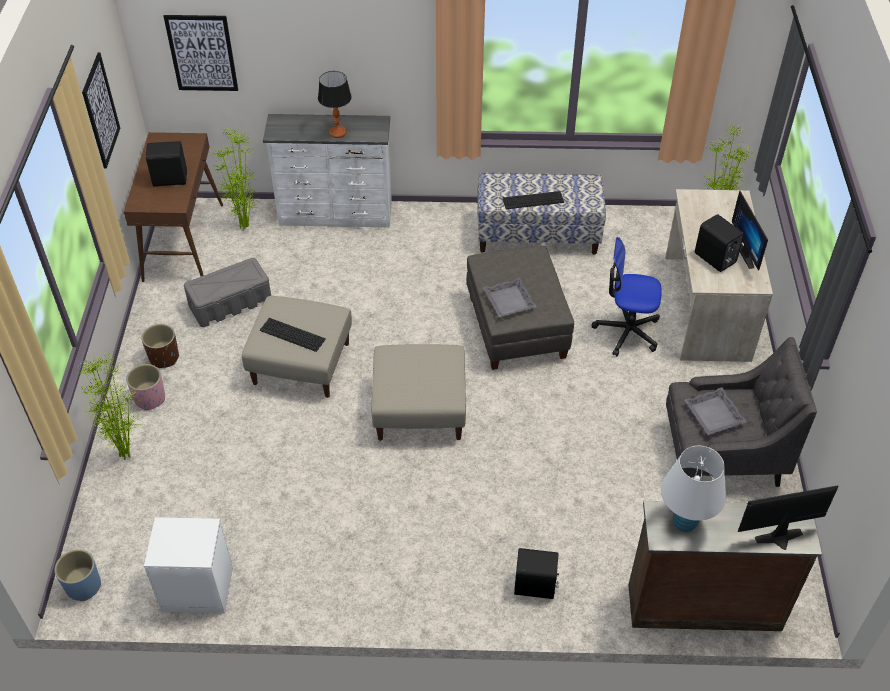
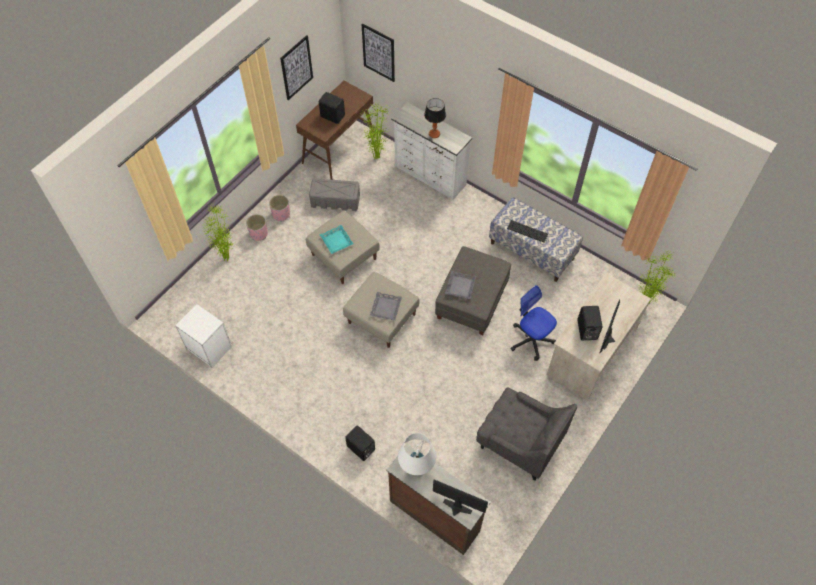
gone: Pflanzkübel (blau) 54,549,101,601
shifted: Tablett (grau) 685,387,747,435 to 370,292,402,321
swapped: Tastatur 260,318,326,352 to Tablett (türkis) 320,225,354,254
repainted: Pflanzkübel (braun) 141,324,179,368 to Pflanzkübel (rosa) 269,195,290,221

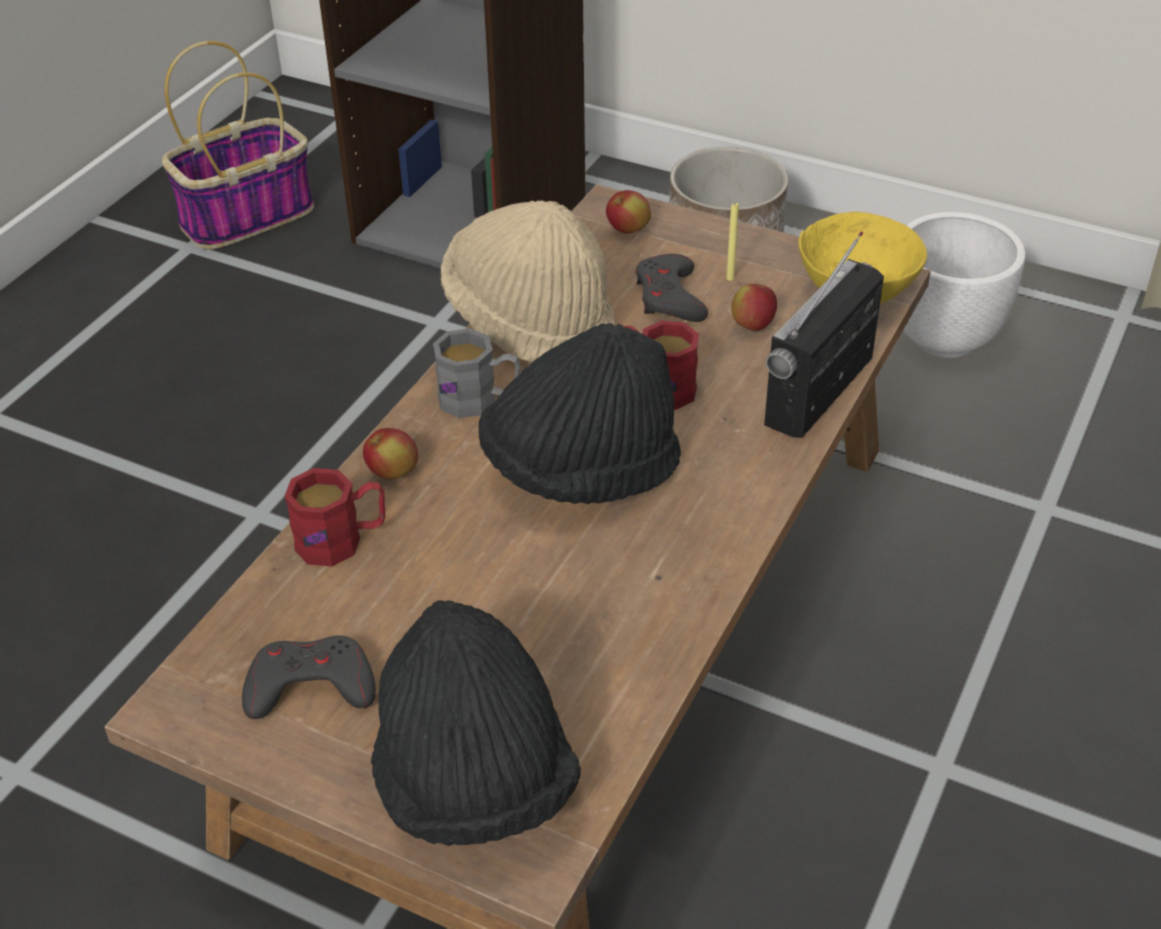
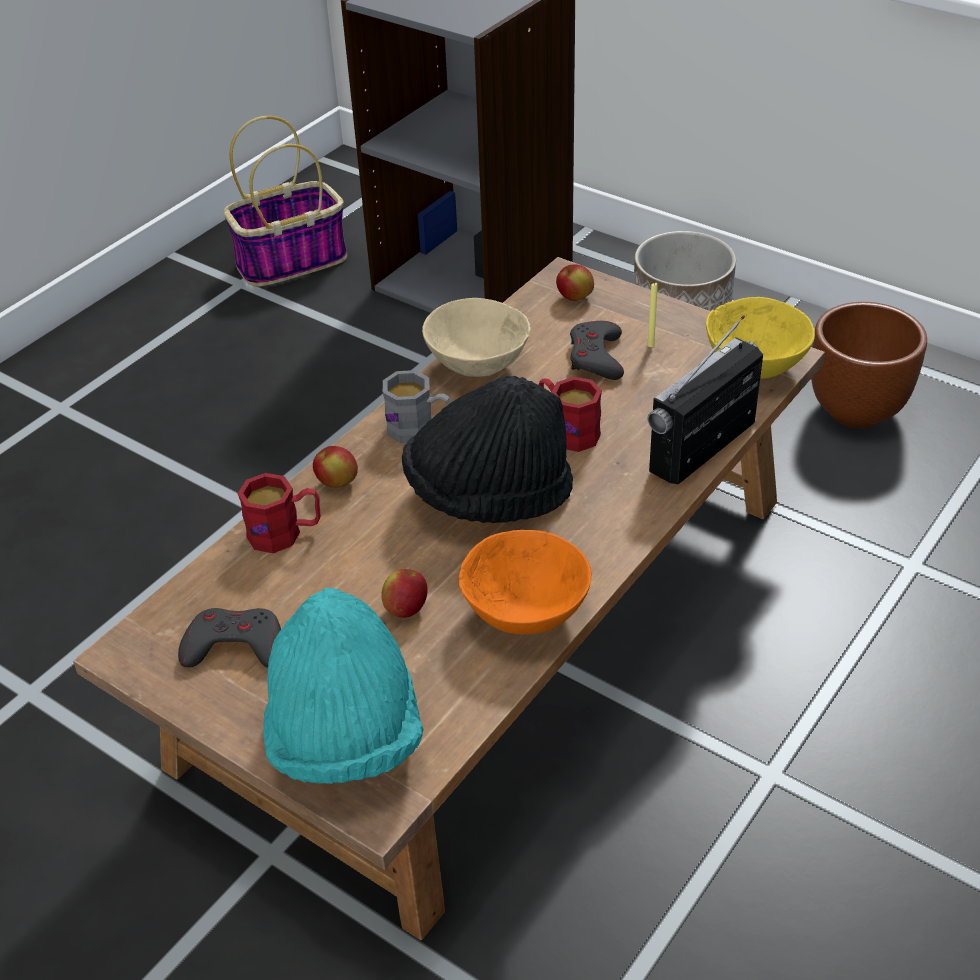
new: Schüssel (orange) 459,530,592,635
shifted: Apfel 731,284,777,331 to 382,569,428,618
swapped: Hut (beige) 441,200,615,363 to Schüssel (beige) 422,298,531,377
repainted: Pflanzkübel (weiß) 903,212,1025,358 to Pflanzkübel (braun) 811,302,927,428; Hut (schwarz) 371,600,581,846 to Hut (türkis) 263,588,424,784

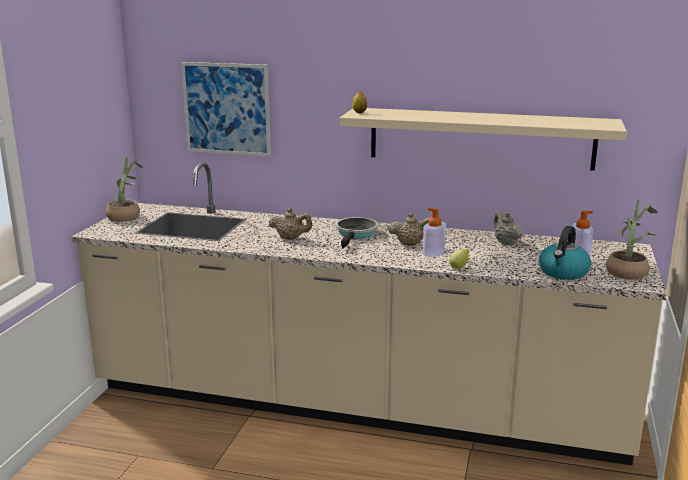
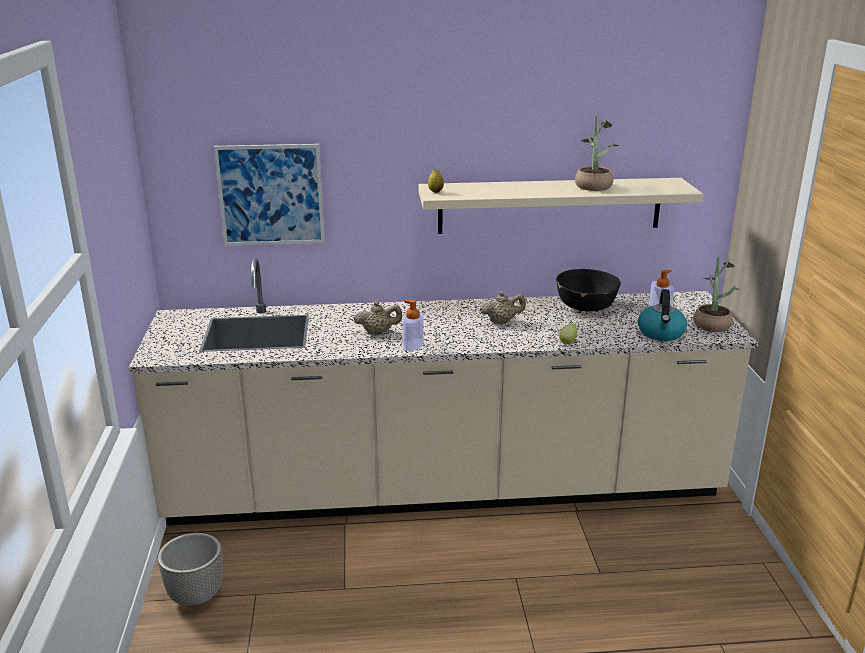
gone: Pfanne 336,217,378,249
new: Pflanzkübel (grau) 158,533,223,607
shifted: Topfpflanze 106,157,143,222 to 575,116,619,191; Seifenspender 423,208,446,257 to 403,300,424,351
swapped: Teekanne (beige) 494,211,523,245 to Schüssel (schwarz) 556,269,621,312

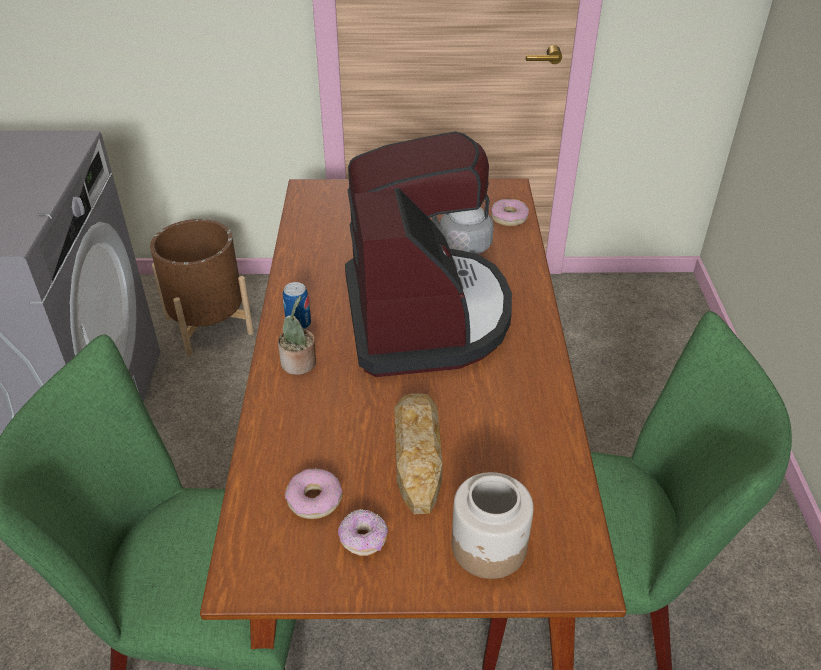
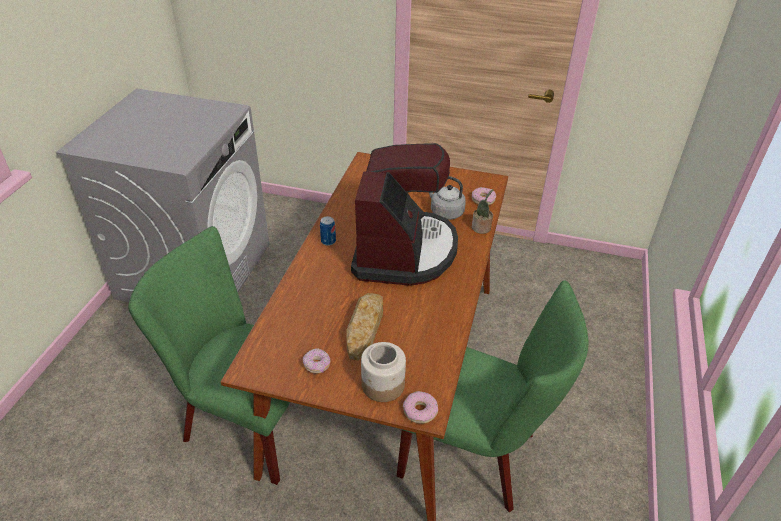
gone: Pflanzkübel (braun) 150,219,254,357
shifted: Topfpflanze 278,296,316,375 to 472,189,493,234; Donut 285,469,342,519 to 403,391,438,424

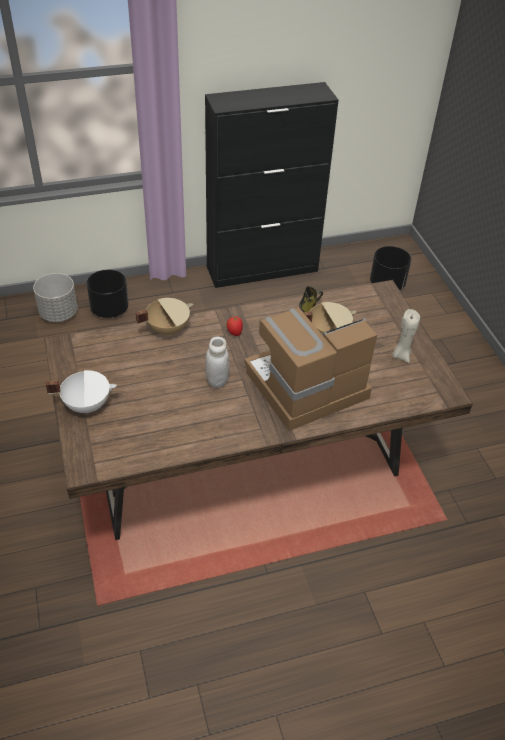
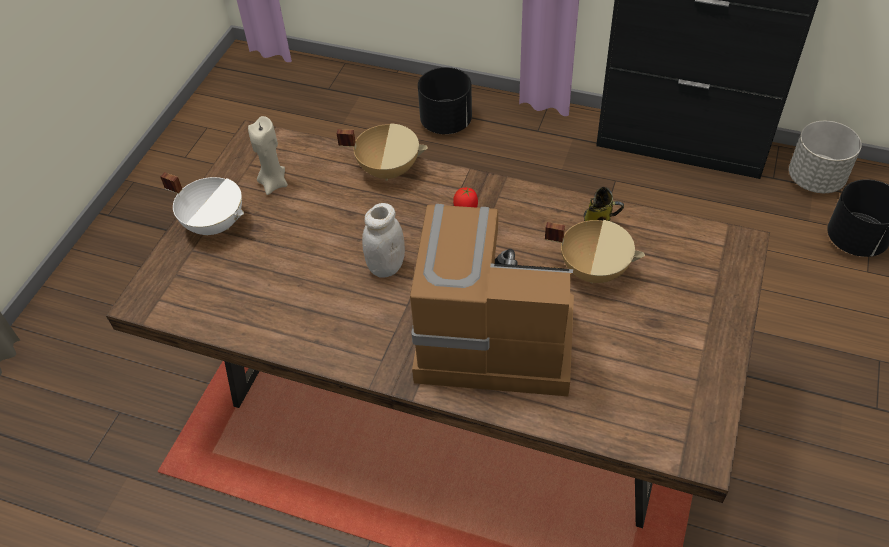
shifted: Pflanzkübel (grau) 33,273,78,322 to 789,121,862,193; Kerze (beige) 392,309,420,363 to 248,116,288,195

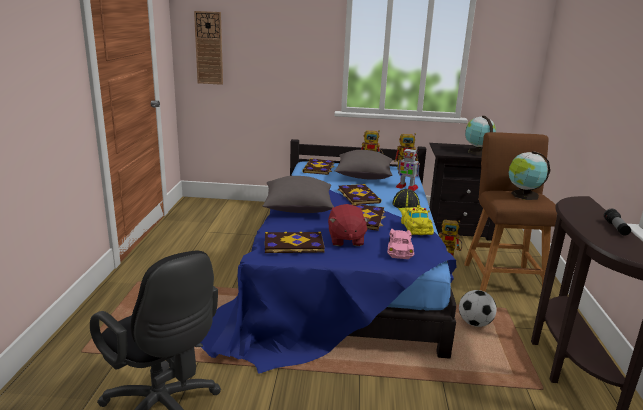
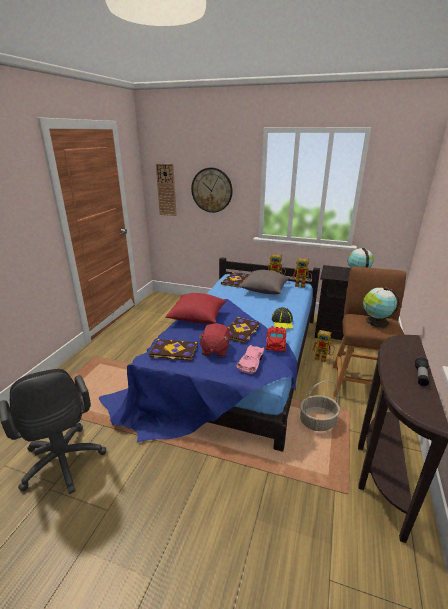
gone: Spielzeugroboter 396,148,420,191; Buch 338,184,381,205
new: Wanduhr 191,167,233,213
swapped: Fußball 459,290,497,327 to Korb 300,381,340,431
repainted: Kissen (grau) 263,176,334,213 to Kissen (rot) 165,293,227,324; Spielzeugauto (gelb) 401,205,434,235 to Spielzeugauto (rot) 266,326,286,352

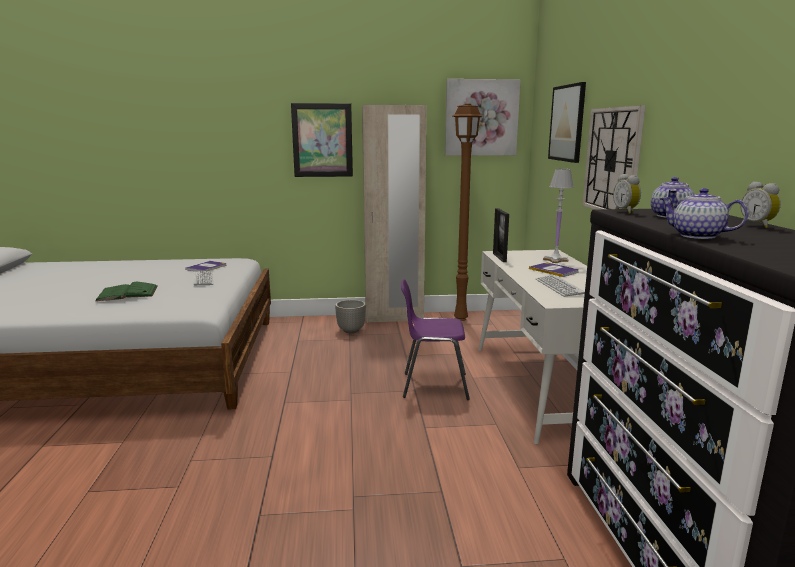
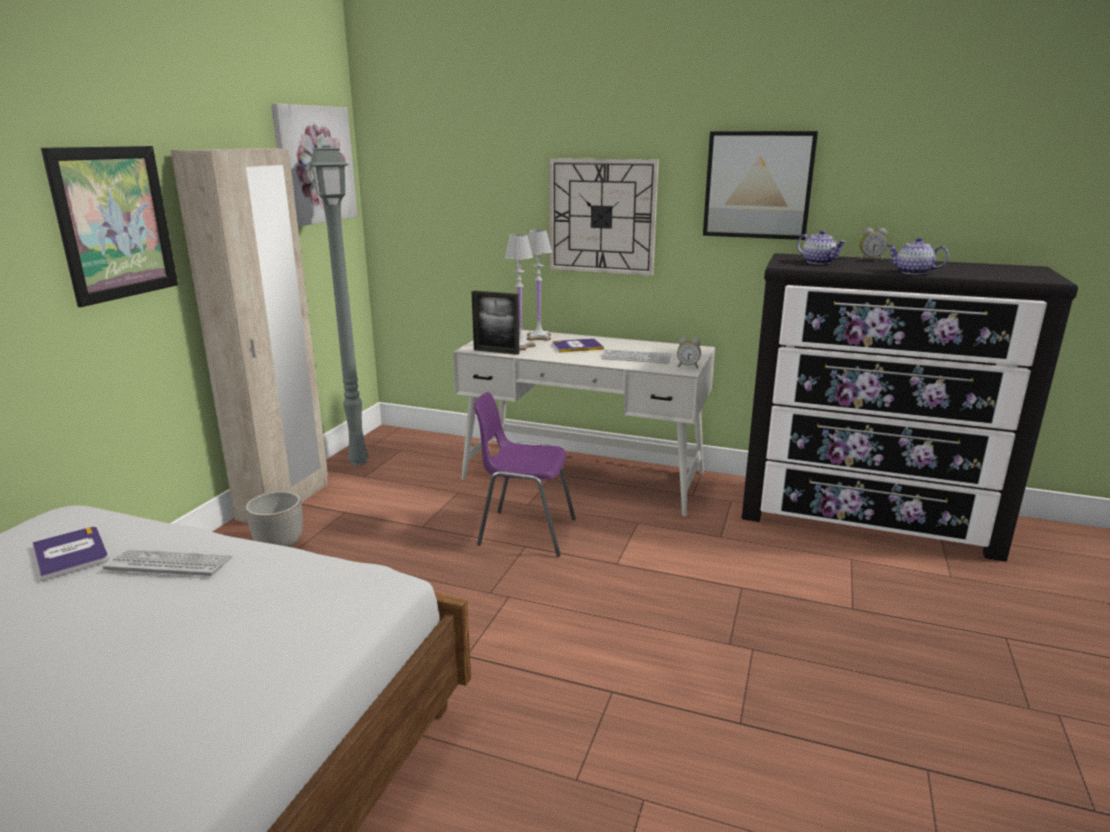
gone: Buch (grün) 95,282,158,301
new: Tischlampe (weiß) 504,234,535,350
shifted: Bild 548,82,586,163 to 703,131,818,240; Wecker 613,174,641,214 to 677,338,701,368
repainted: Stehlampe (braun) 452,104,483,321 to Stehlampe (grau) 308,146,369,466
rotated: Teekanne 660,188,748,239 = 887,238,949,275 60 degrees clockwise; Stuhl (lila) 401,279,470,400 = 473,392,576,557 75 degrees clockwise

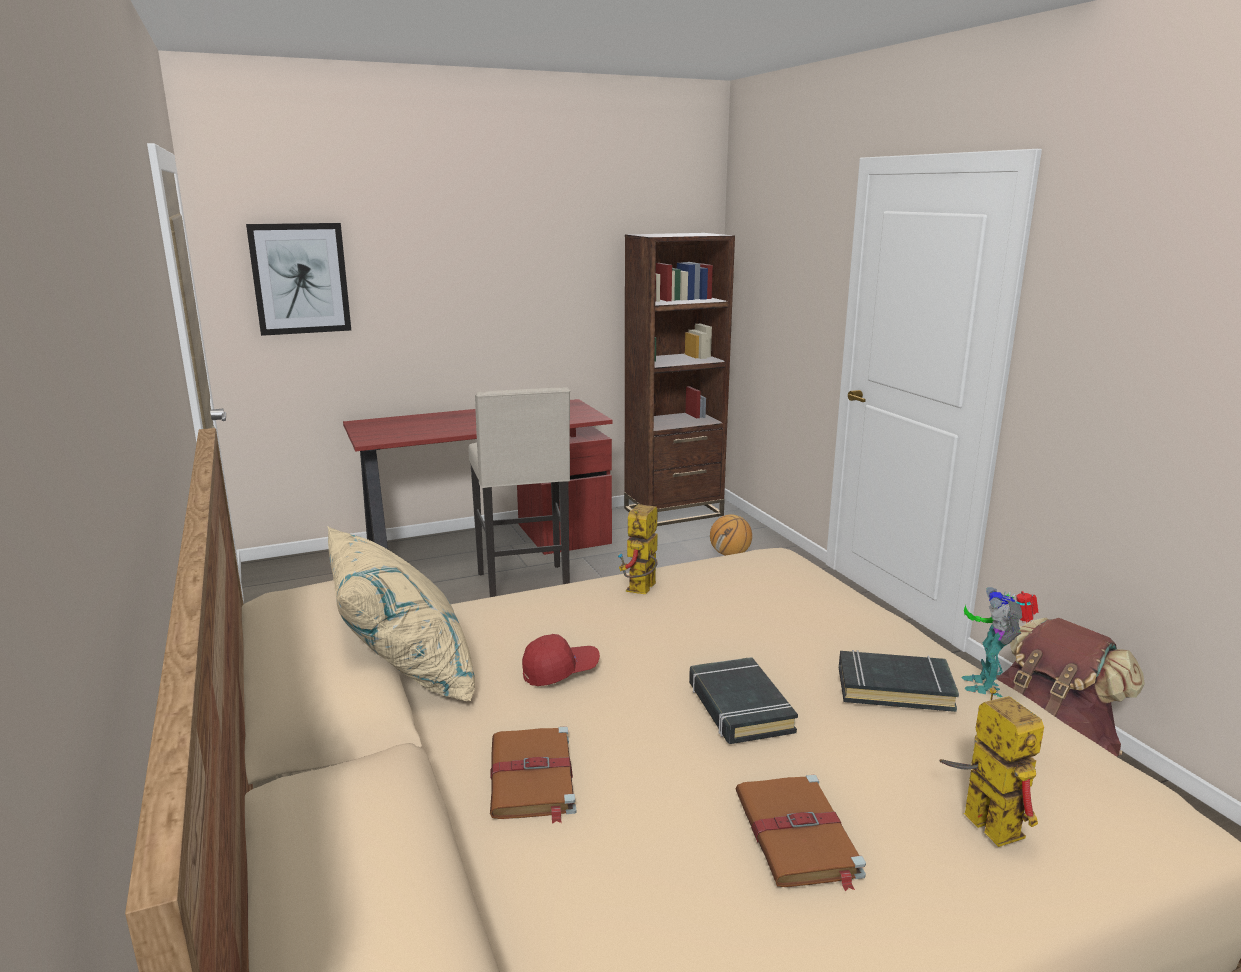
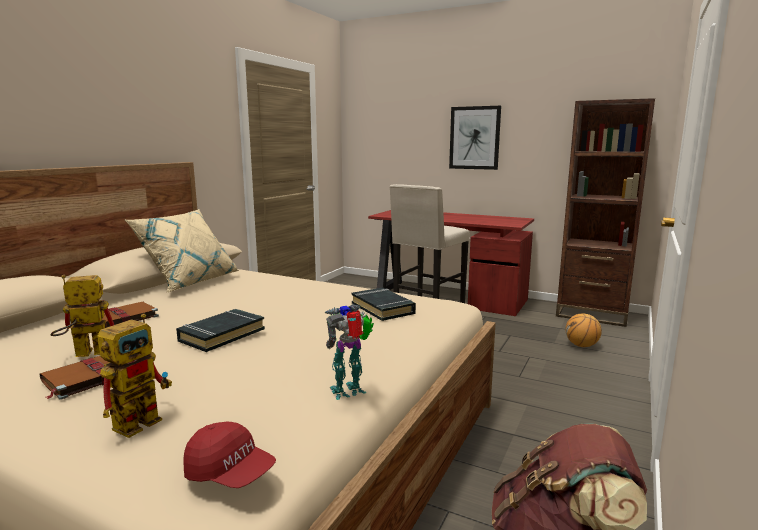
shifted: Bild 246,223,351,336 to 449,106,501,170; Spielzeugroboter 618,504,658,594 to 51,275,114,357; Kappe (rot) 522,634,600,686 to 183,422,276,488; Buch (schwarz) 839,650,959,712 to 352,288,416,321

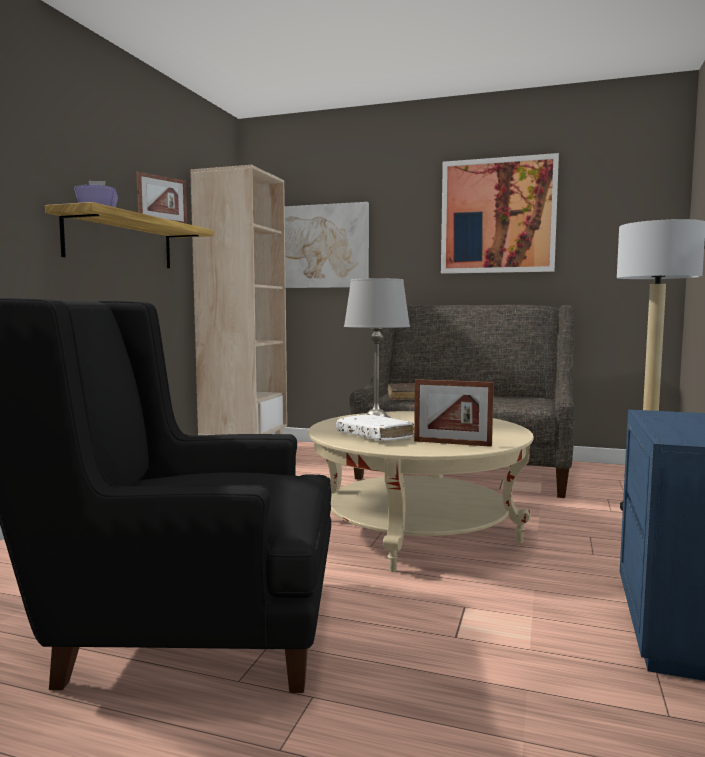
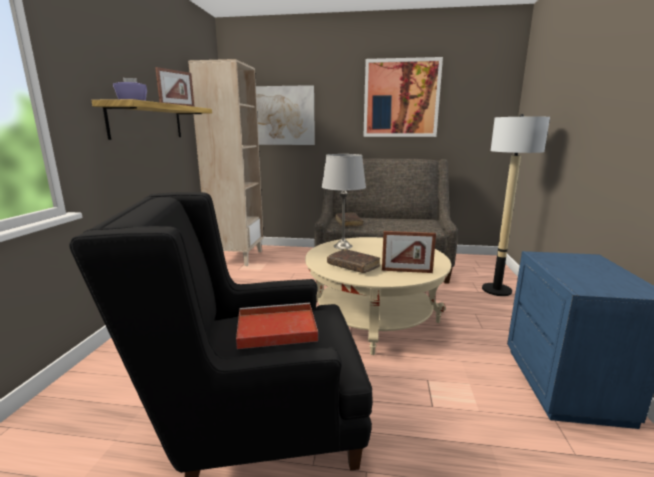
new: Tablett (rot) 236,303,318,349
repainted: Buch (weiß) 336,414,414,441 to Buch (braun) 327,249,380,273

